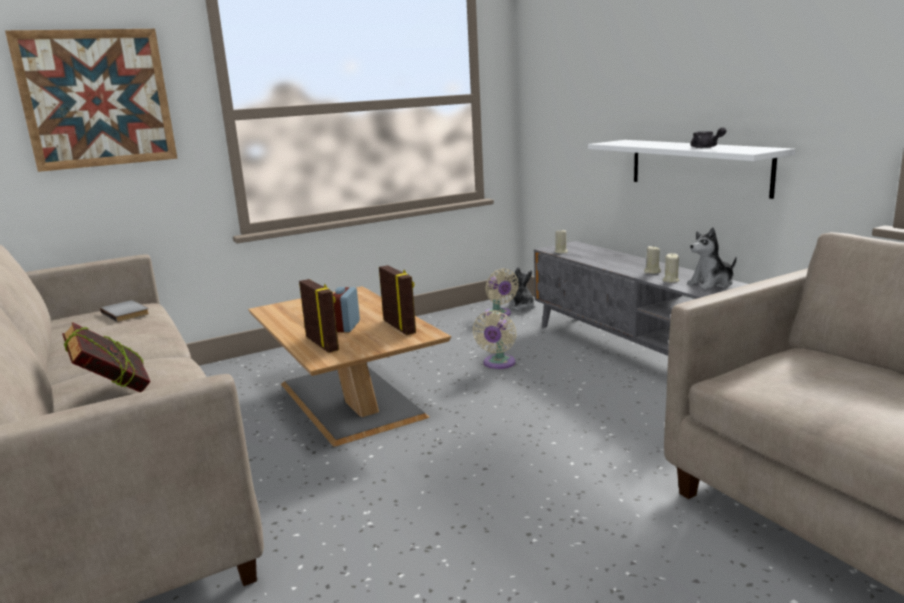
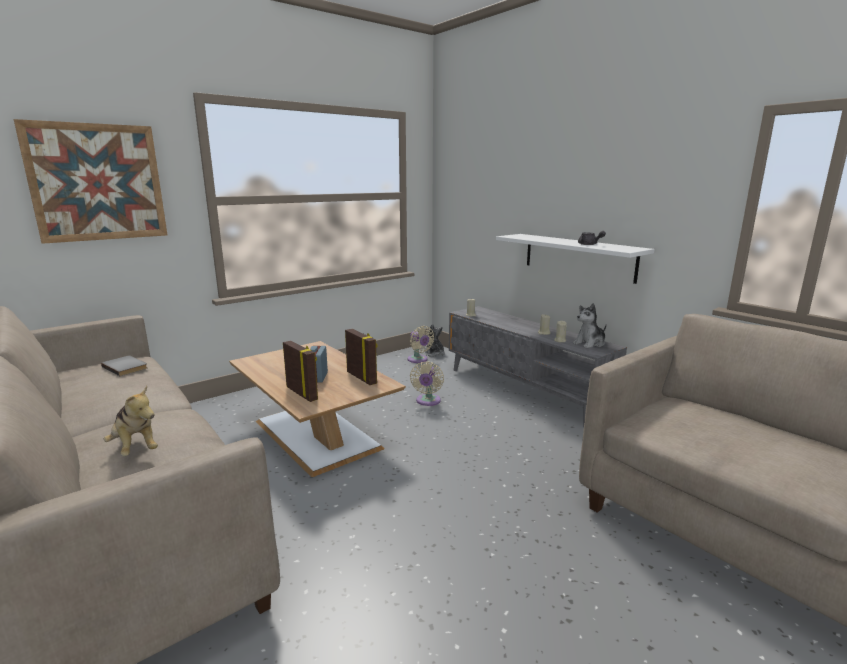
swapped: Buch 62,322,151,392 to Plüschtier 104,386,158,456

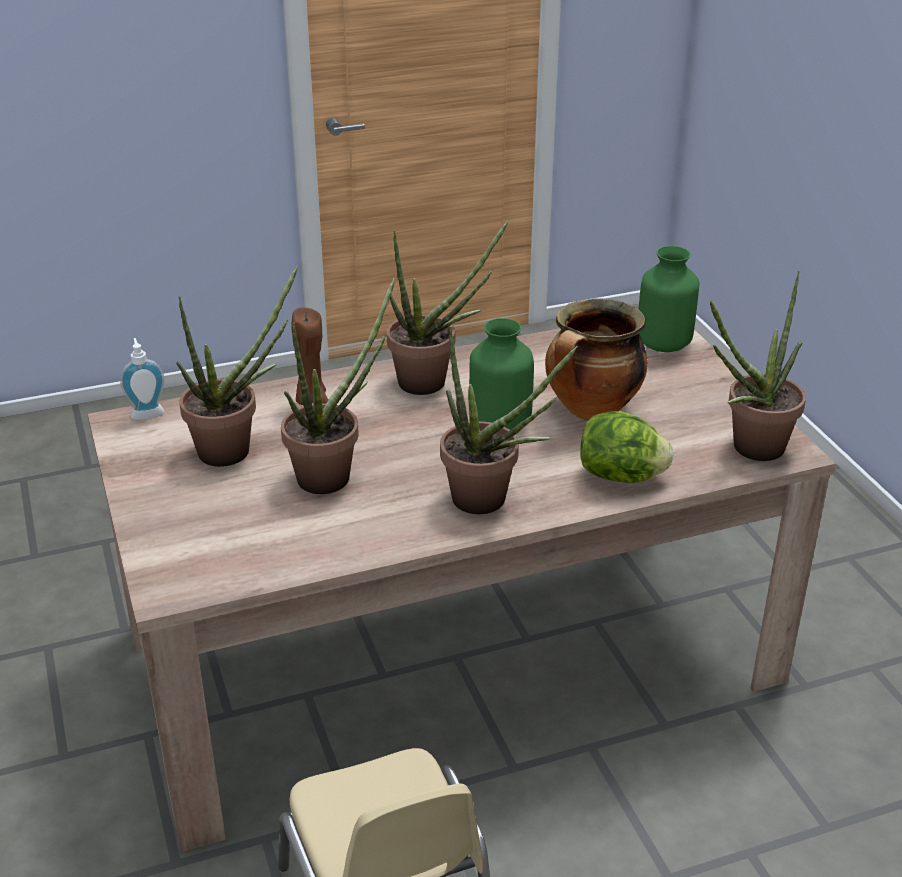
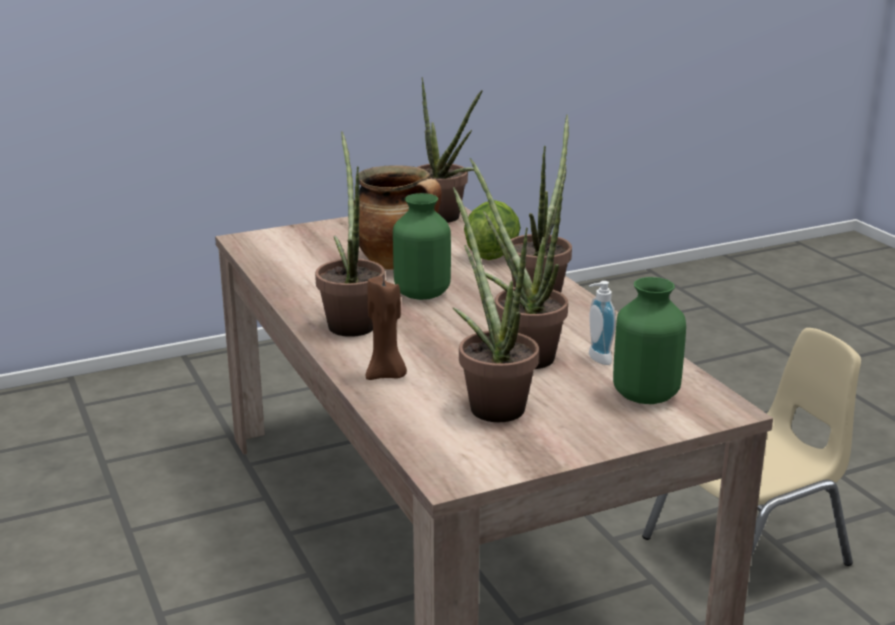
shifted: Vase (grün) 638,246,699,352 to 613,277,686,404; Seifenspender 120,338,165,420 to 589,281,616,365

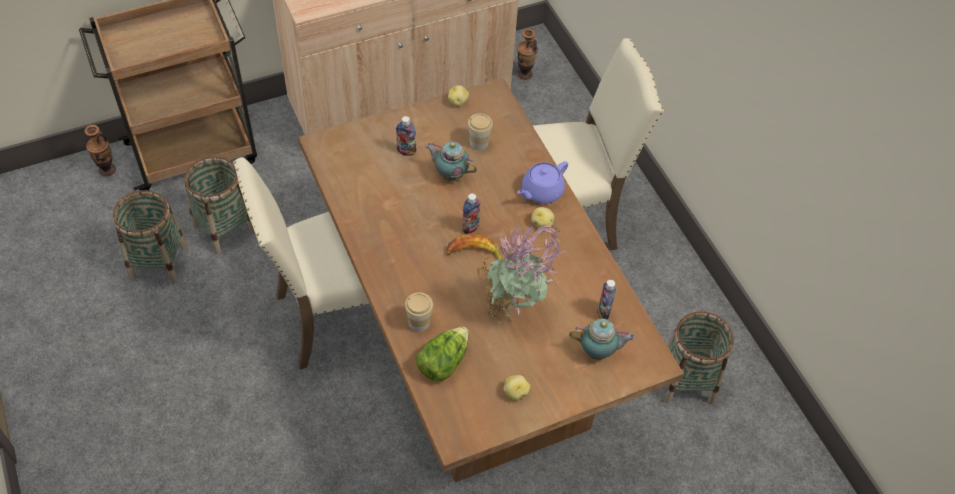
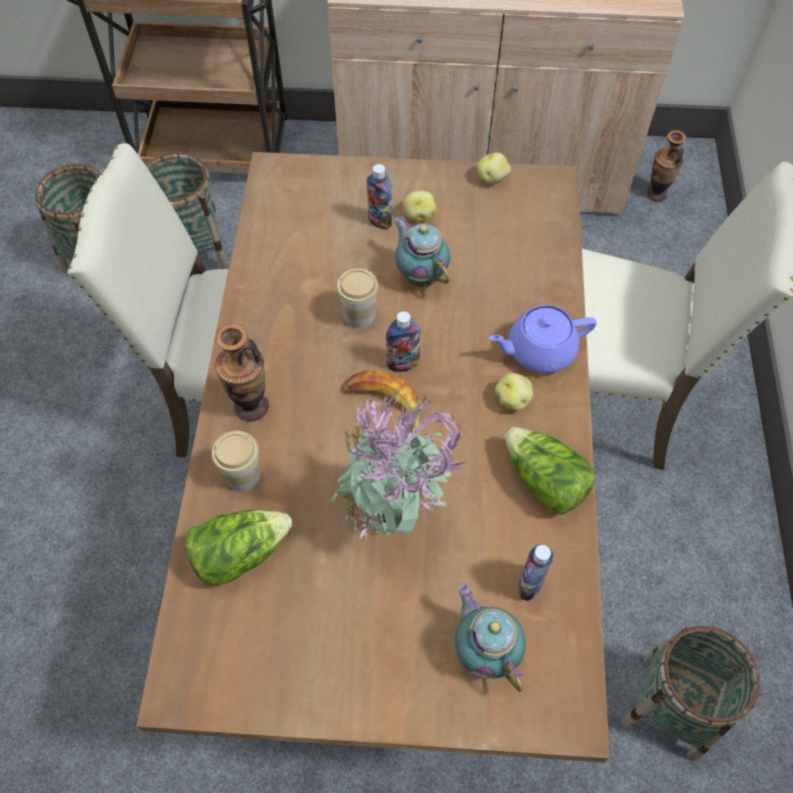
new: Salatkopf 505,427,596,515
shifted: Tasse 468,113,493,150 to 337,269,379,328; Vase 84,125,116,176 to 215,324,269,422; Kartoffel 503,375,530,400 to 402,190,437,222
rotated: Teekanne 569,318,635,360 = 455,584,526,692 150 degrees counterclockwise

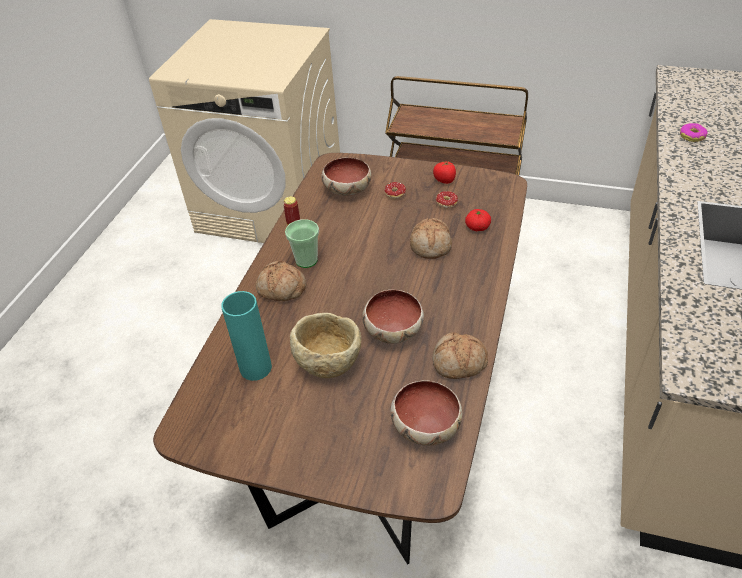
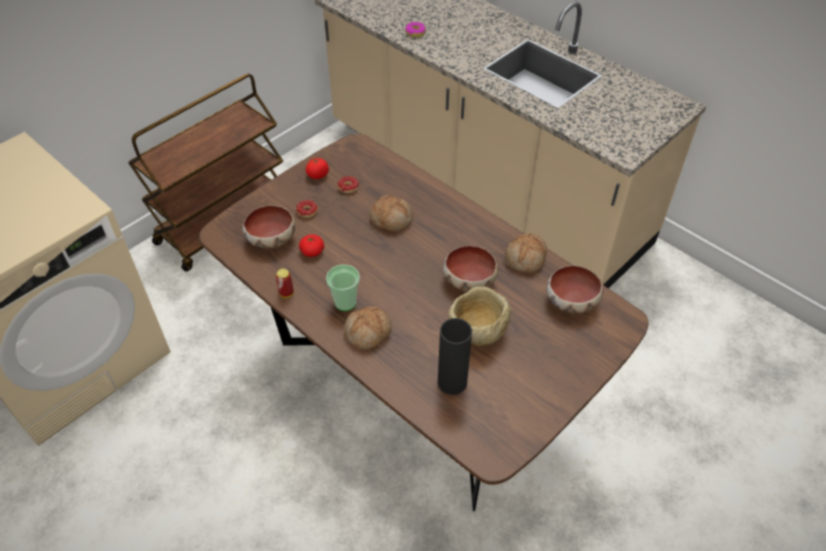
shifted: Tomate 465,209,491,231 to 299,234,324,257
repainted: Vase (türkis) 221,291,272,381 to Vase (schwarz) 438,318,472,395

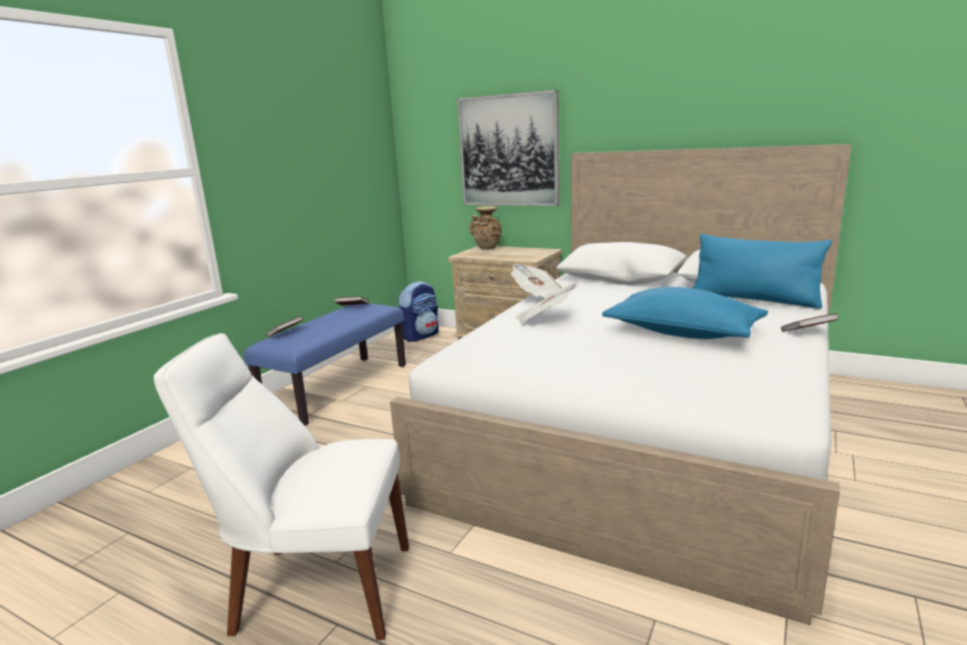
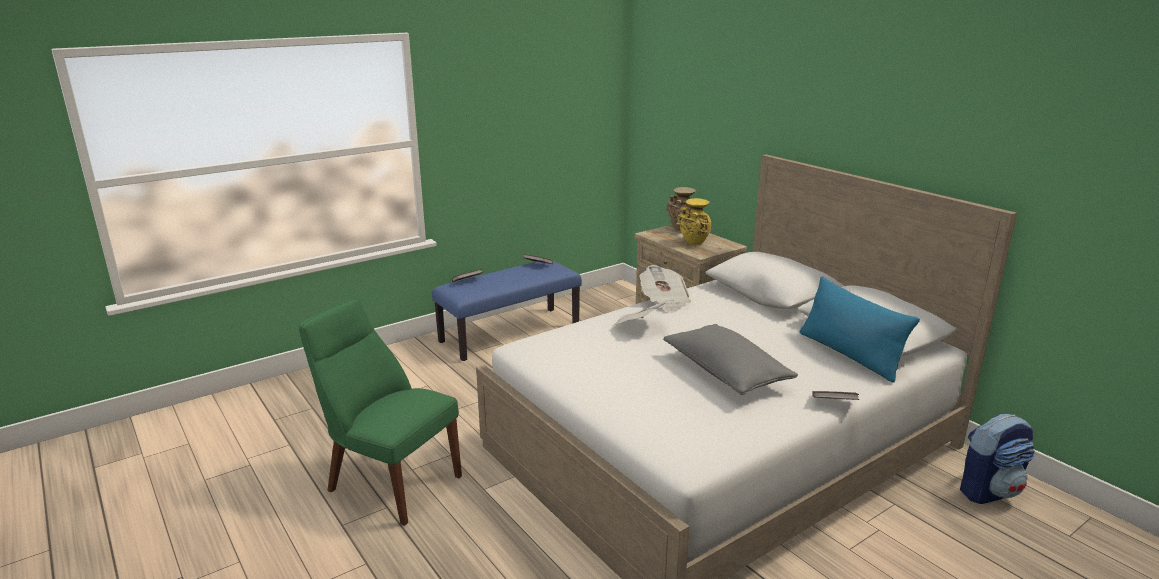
gone: Bild 457,90,560,206
new: Vase (gelb) 676,198,711,245
shifted: Rucksack 398,281,439,342 to 960,414,1035,504
repainted: Kissen (blau) 602,287,768,339 to Kissen (grau) 663,324,798,395; Stuhl (weiß) 154,333,409,640 to Stuhl (grün) 299,299,462,526

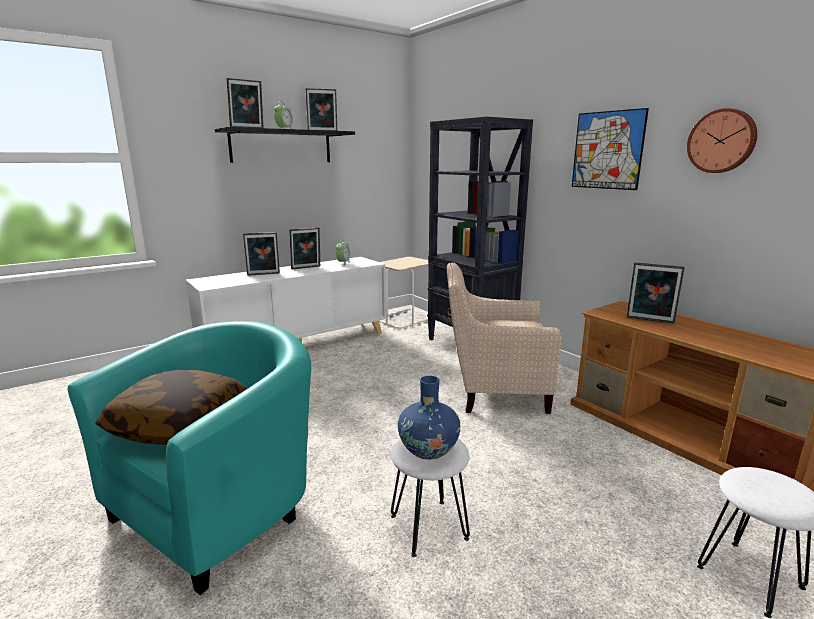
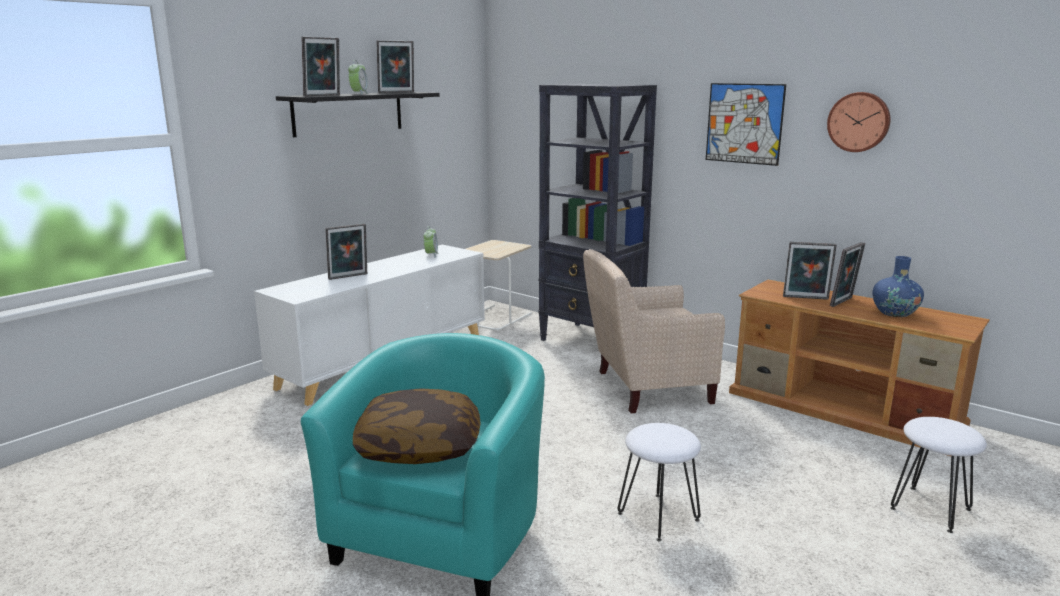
shifted: Bilderrahmen 289,227,320,269 to 830,242,865,307; Vase (blau) 398,376,460,460 to 872,256,924,317

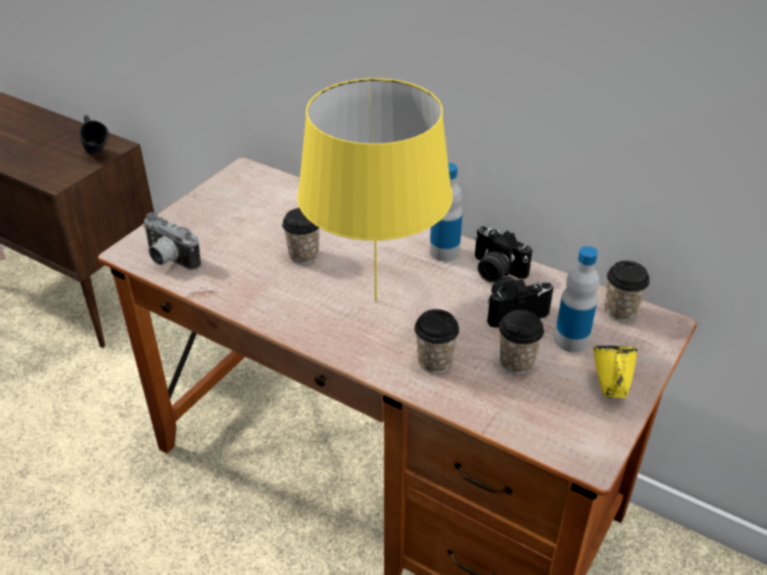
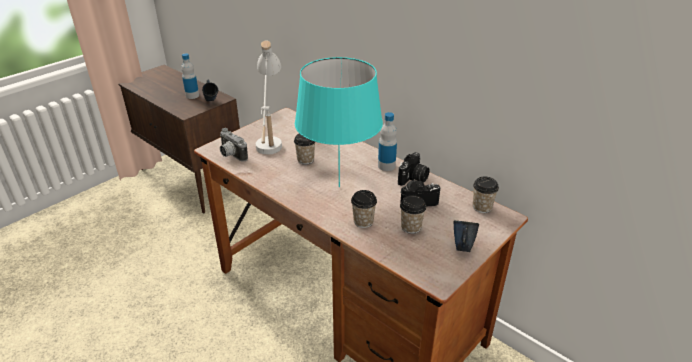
new: Tischlampe (weiß) 256,41,282,154
shifted: Flasche 554,246,599,352 to 181,54,199,99
repainted: Tischlampe (gelb) 297,78,453,301 to Tischlampe (türkis) 295,57,383,188; Henkelbecher (gelb) 594,346,637,398 to Henkelbecher (blau) 454,220,479,252
rotated: Kamera 474,226,532,283 = 398,152,430,186 105 degrees counterclockwise

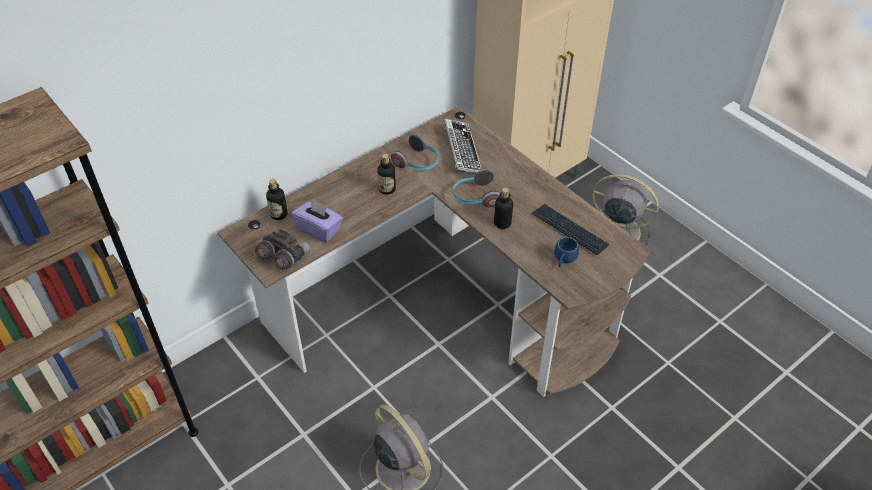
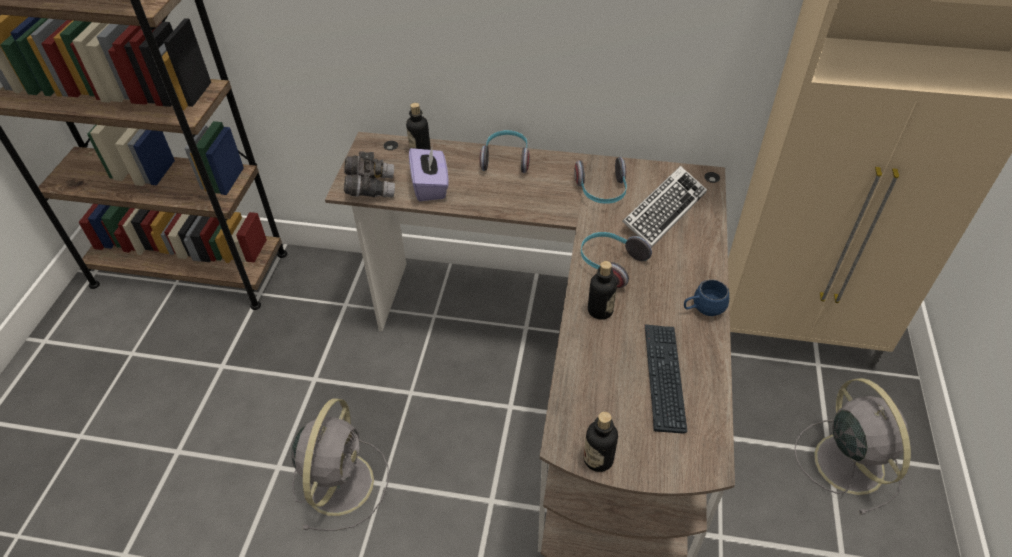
new: Kopfhörer 479,130,530,173
shifted: Flasche 377,154,396,195 to 584,412,618,472; Henkelbecher (blau) 554,237,579,267 to 684,279,729,316

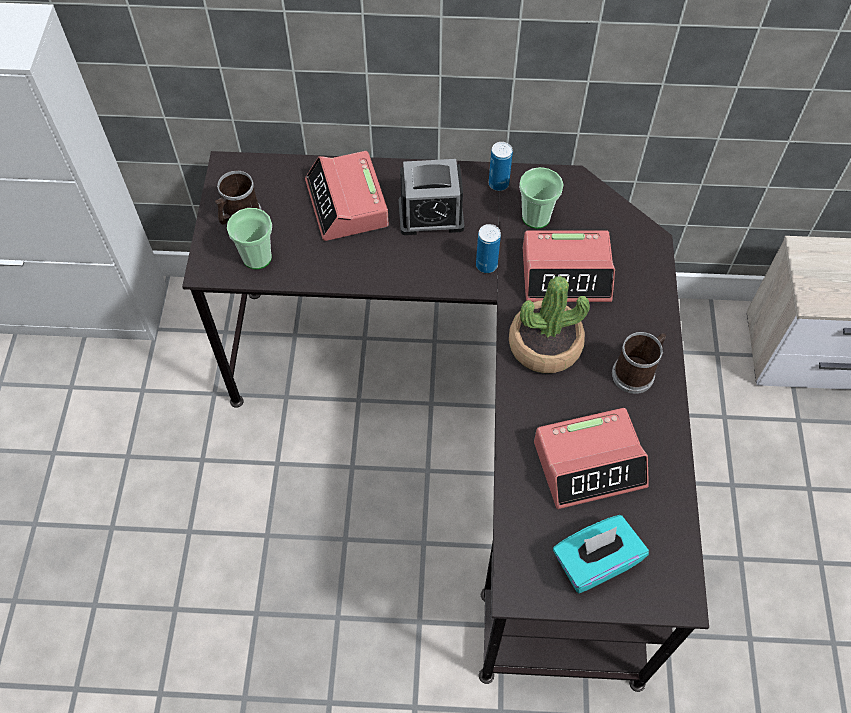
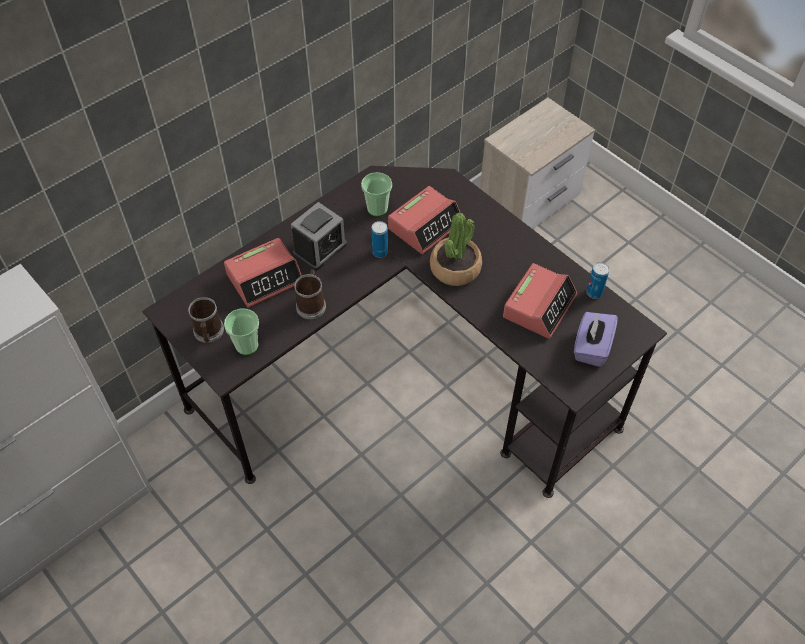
shifted: Dose 489,142,513,191 to 586,262,609,299; Henkelbecher 612,332,666,394 to 294,269,326,319
repainted: Taschentuchbox (türkis) 553,515,649,593 to Taschentuchbox (lila) 574,312,618,367
rotated: Wecker 305,151,389,241 = 224,238,302,308 60 degrees counterclockwise

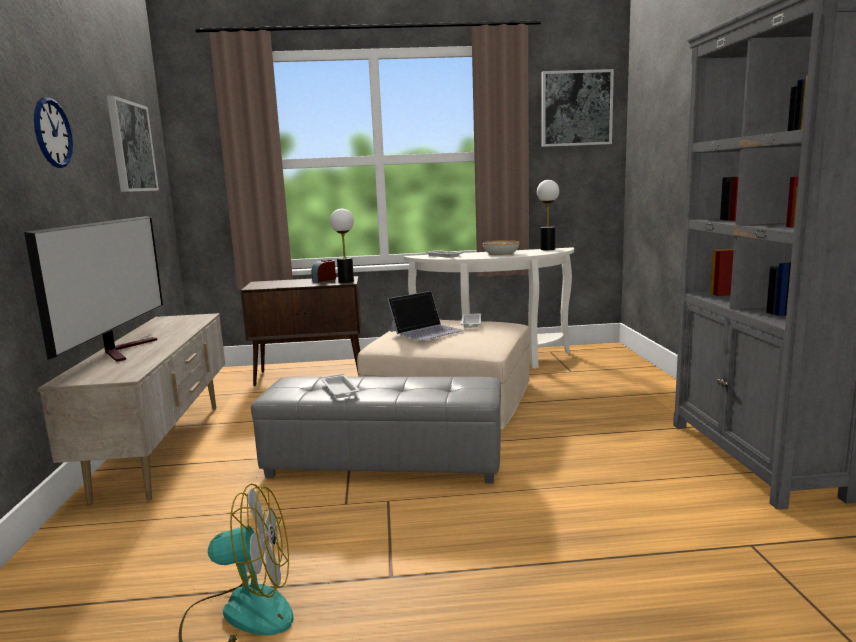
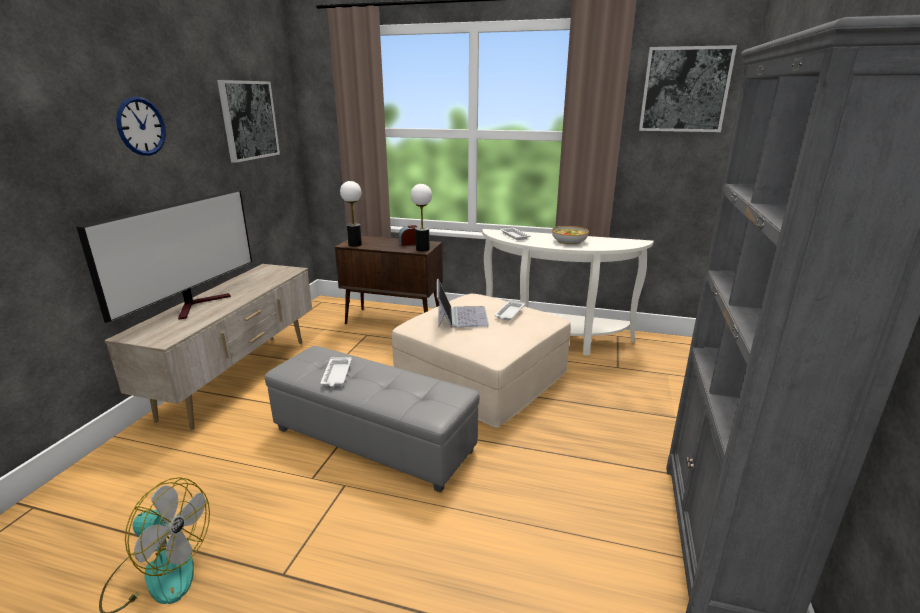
shifted: Tischlampe 537,180,559,250 to 340,181,362,247
rotated: Laptop 388,291,464,341 = 437,279,489,328 75 degrees counterclockwise

